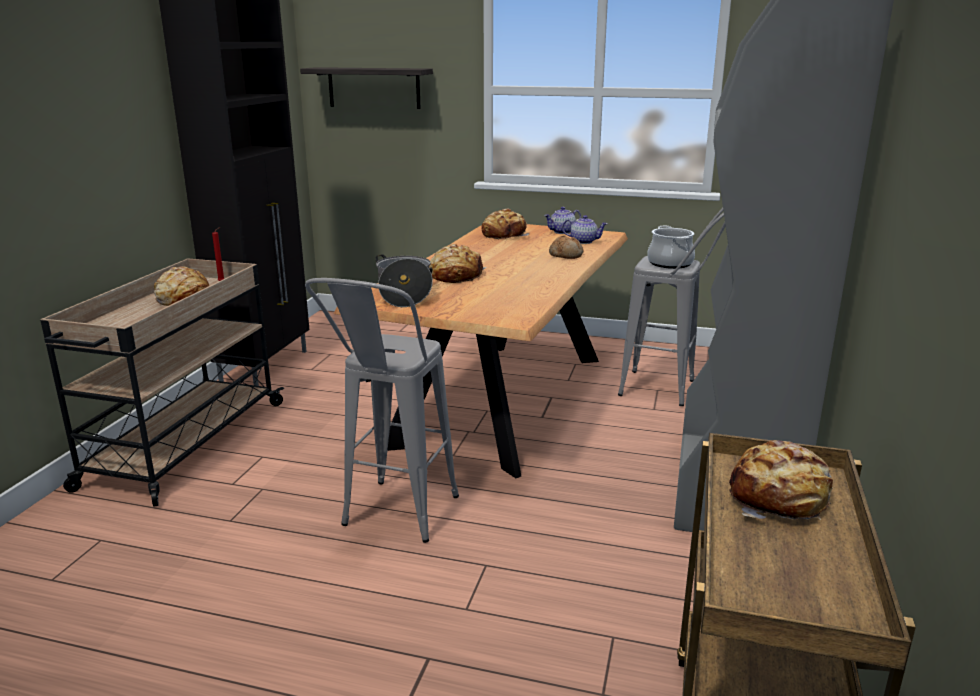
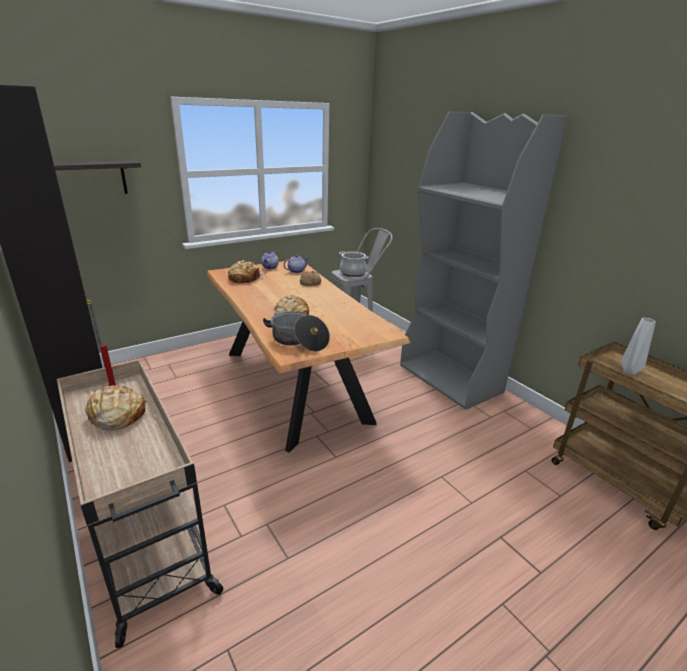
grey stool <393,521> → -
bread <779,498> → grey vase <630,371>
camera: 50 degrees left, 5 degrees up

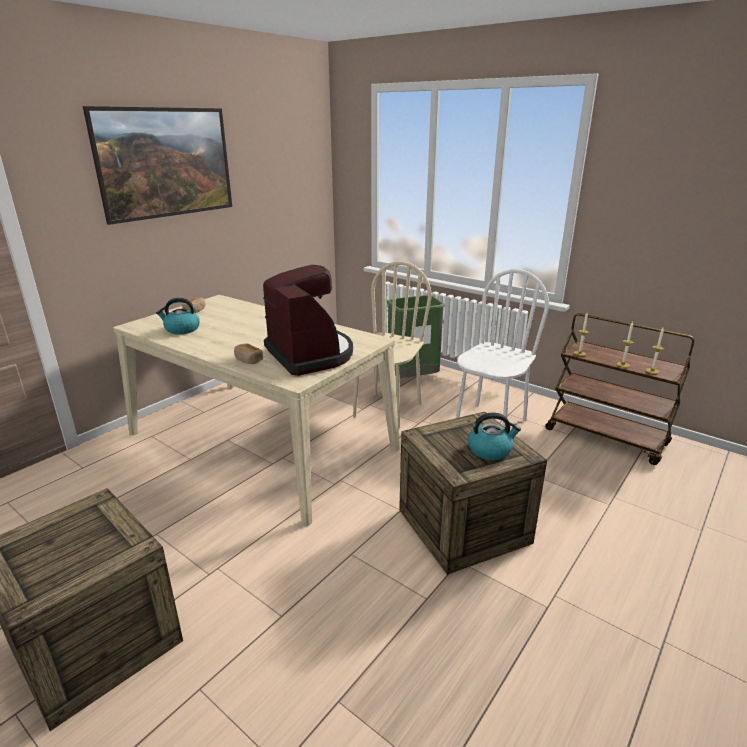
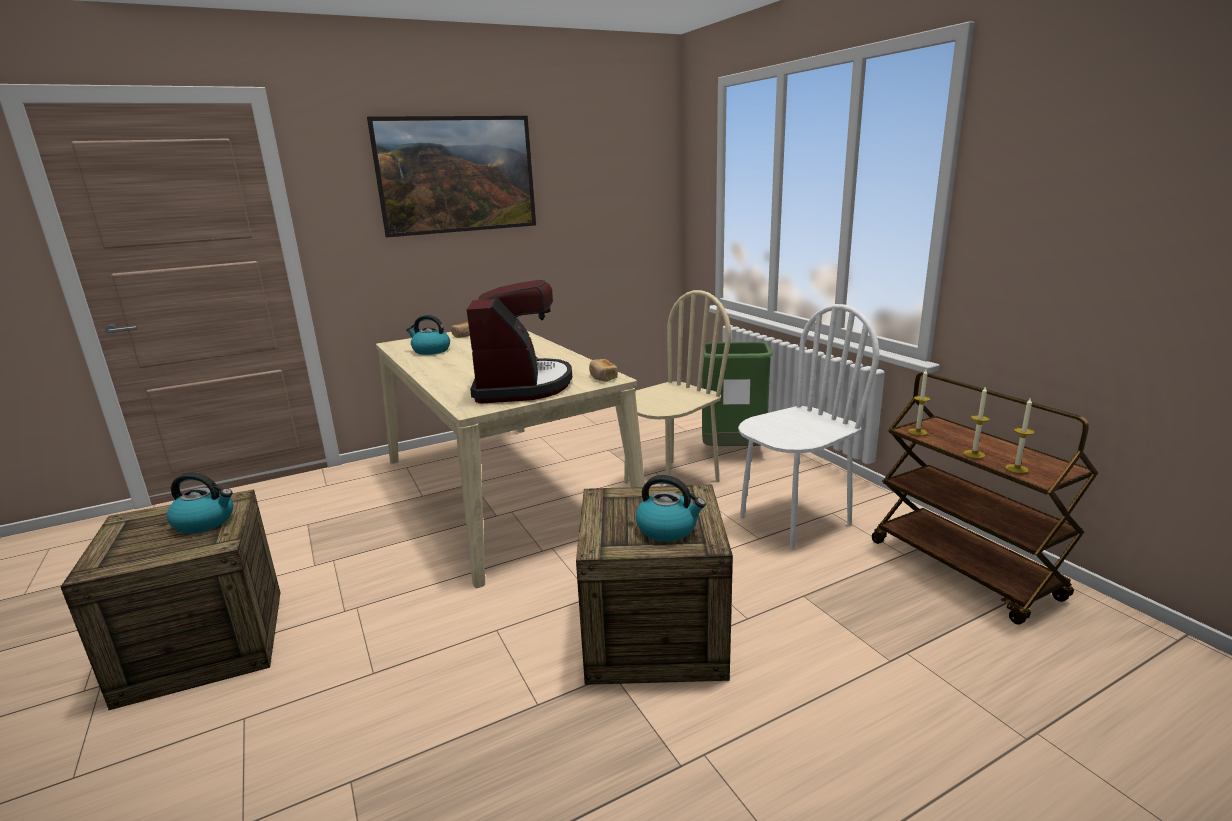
bread <248,360> → bread <602,377>, shifted
- → kettle <205,522>
camera: 25 degrees right, 5 degrees down

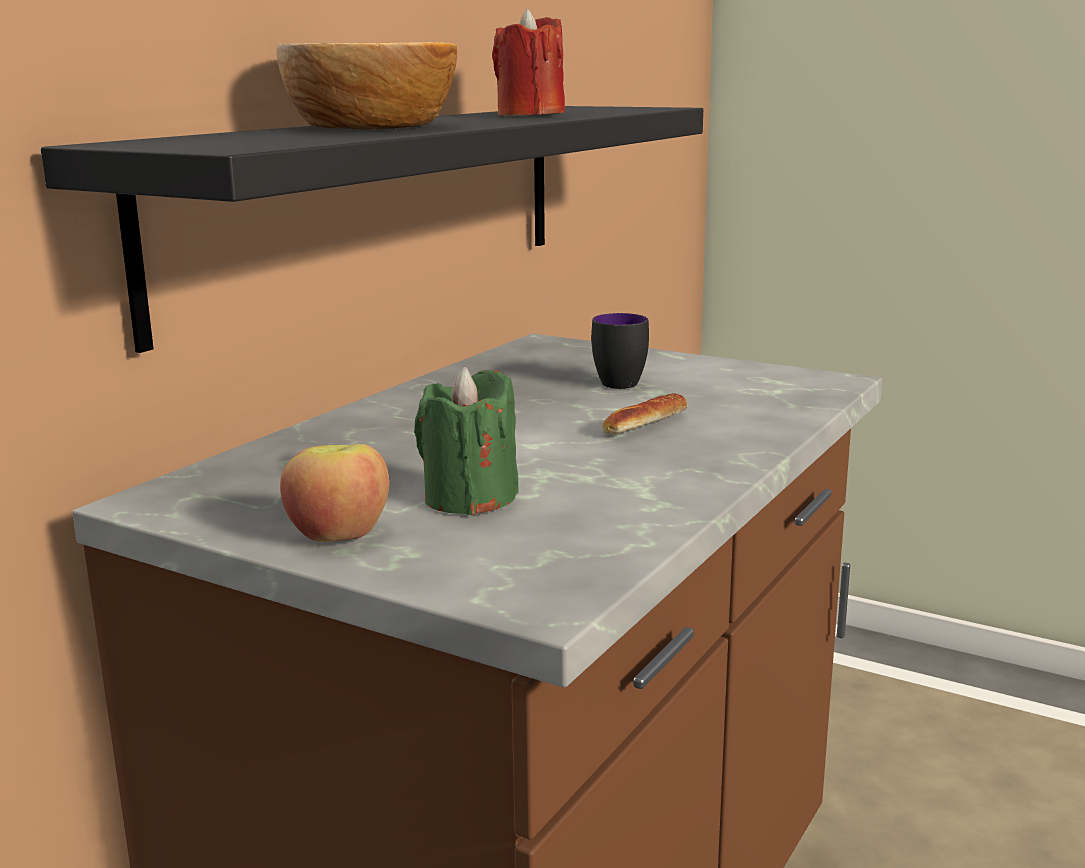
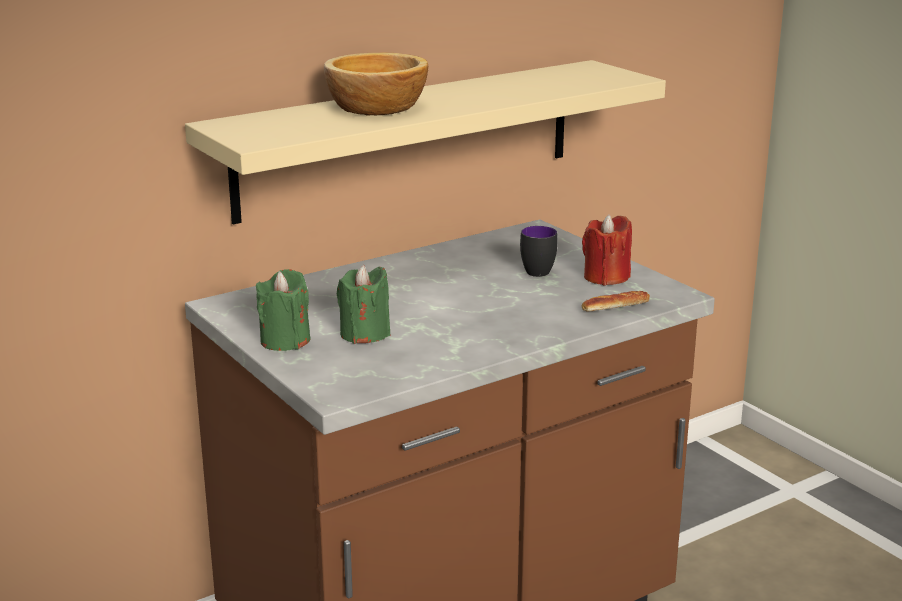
red candle <530,114> → red candle <606,277>, shifted
black shelf <378,205> → beige shelf <408,138>
bread <645,424> → bread <615,307>, shifted
apple <338,534> → green candle <285,340>
camera: 25 degrees right, 5 degrees up

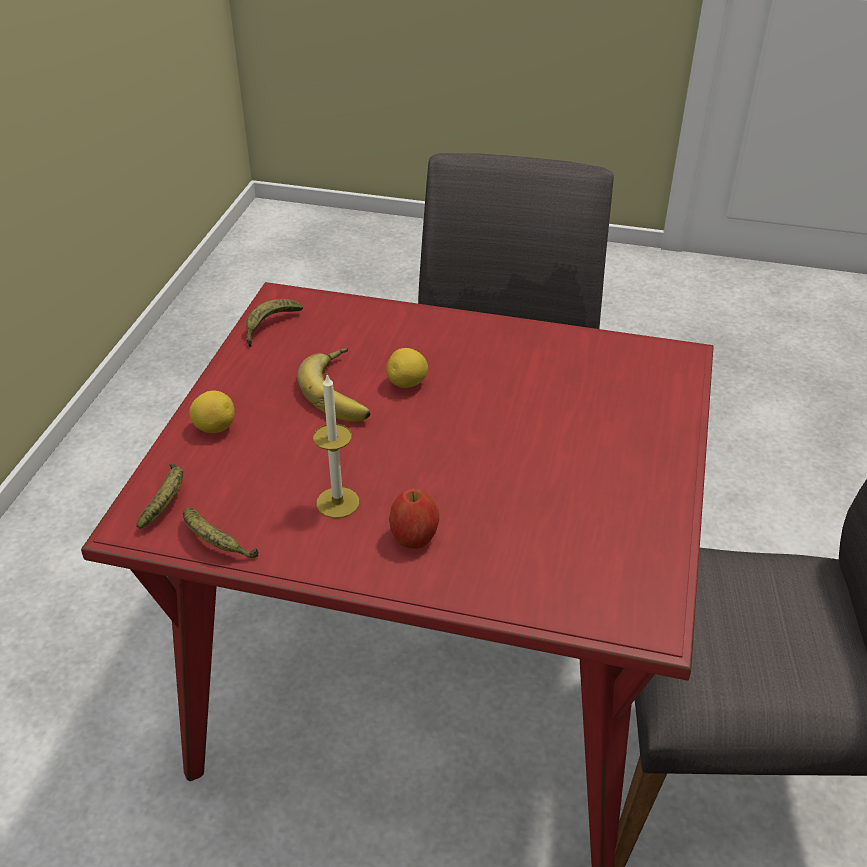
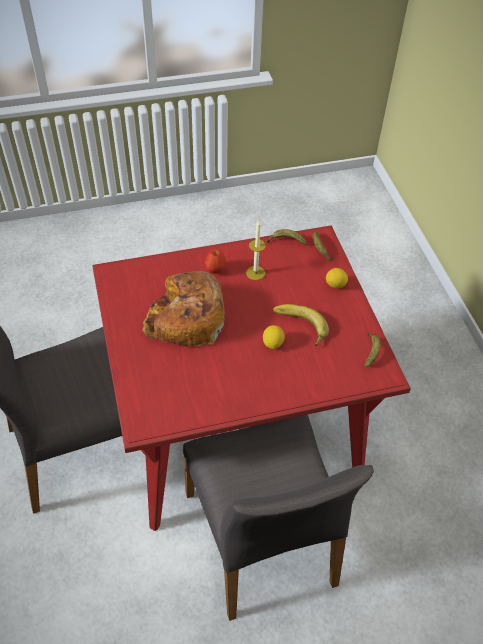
- → bread <185,319>
camera: 150 degrees right, 10 degrees up

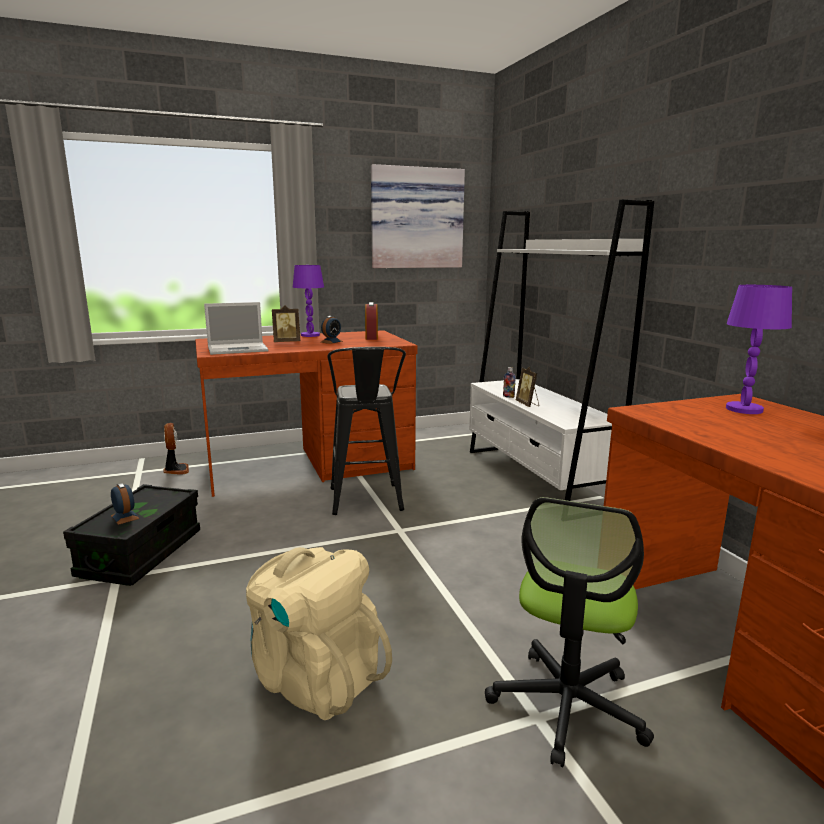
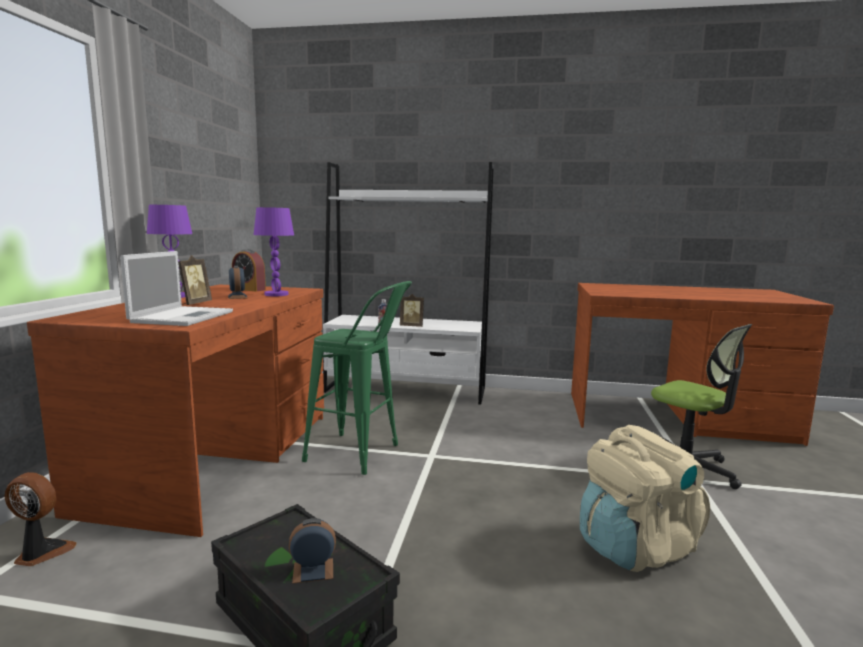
picture <416,218> → -
purple table lamp <743,409> → purple table lamp <276,294>, shifted
black stool <366,503> → green stool <361,455>
camera: 60 degrees left, 5 degrees down

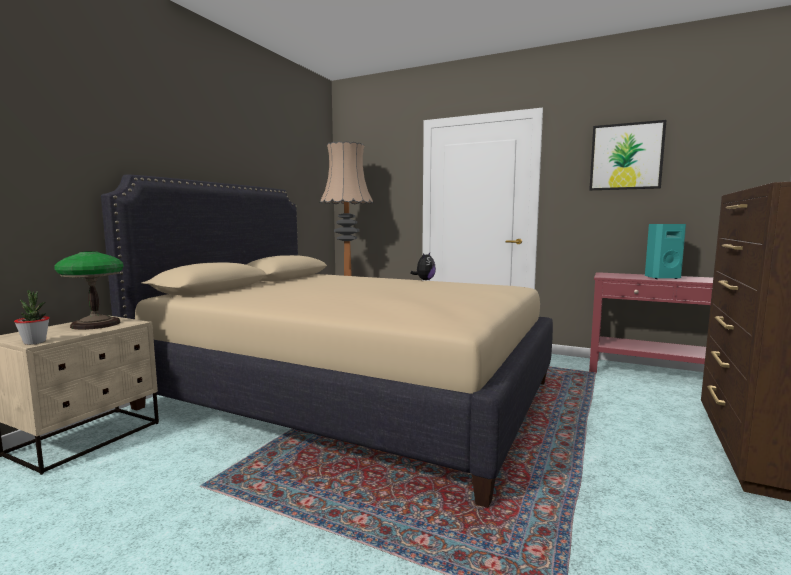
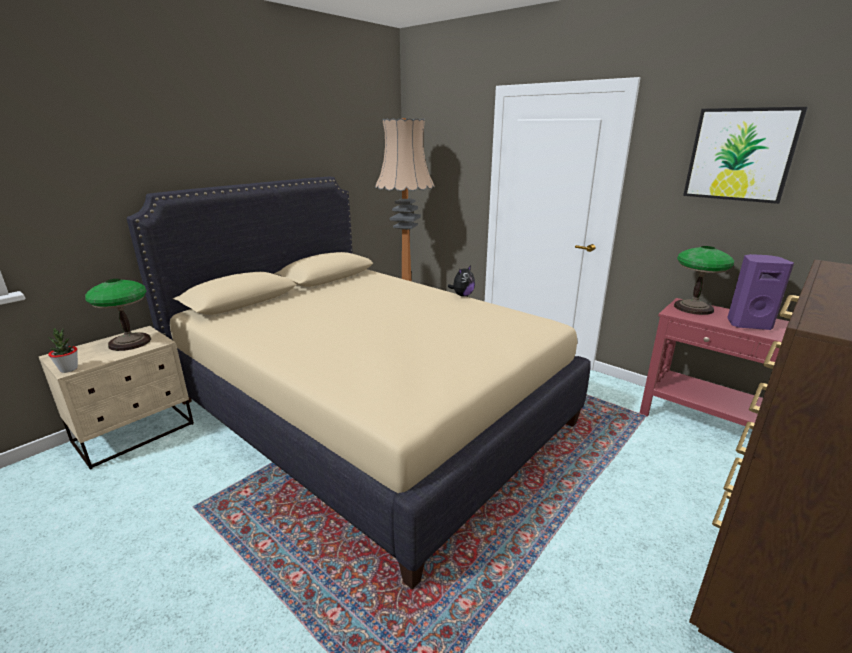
turquoise speaker <661,278> → purple speaker <747,324>
- → table lamp <693,308>
camera: 15 degrees right, 15 degrees up

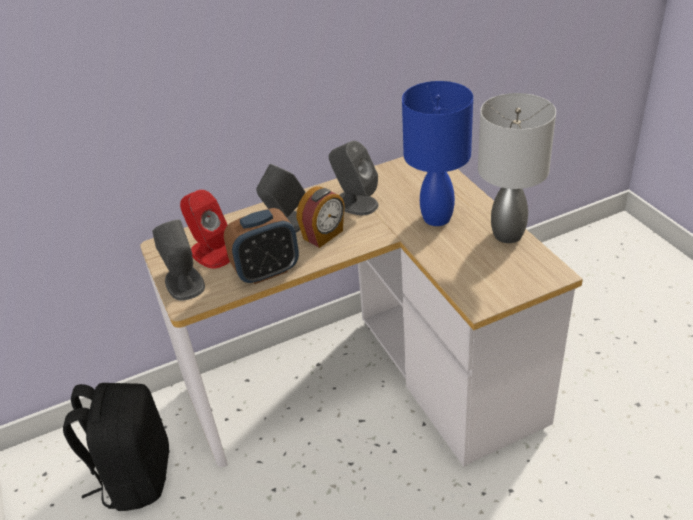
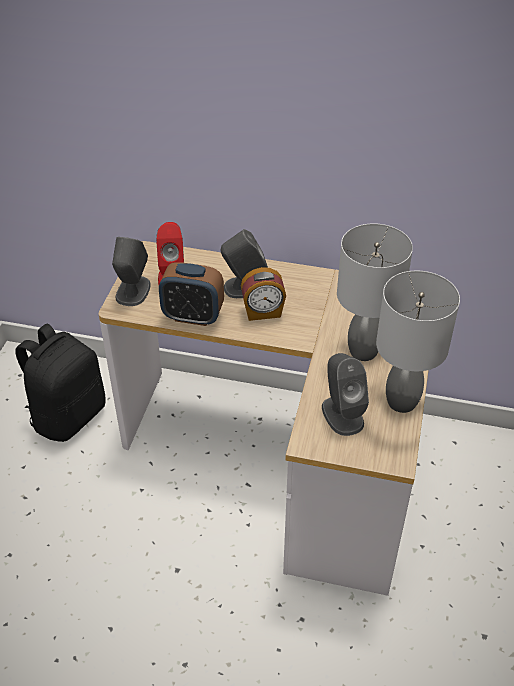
blue table lamp <438,218> → grey table lamp <363,352>
grey speaker <355,203> → grey speaker <342,414>, shifted
camera: 35 degrees right, 5 degrees up

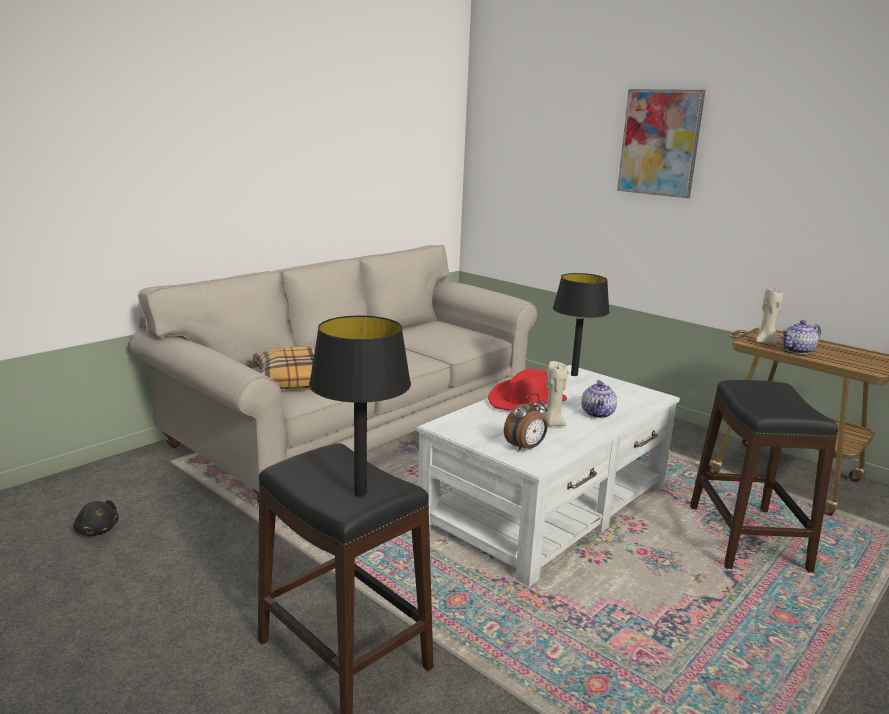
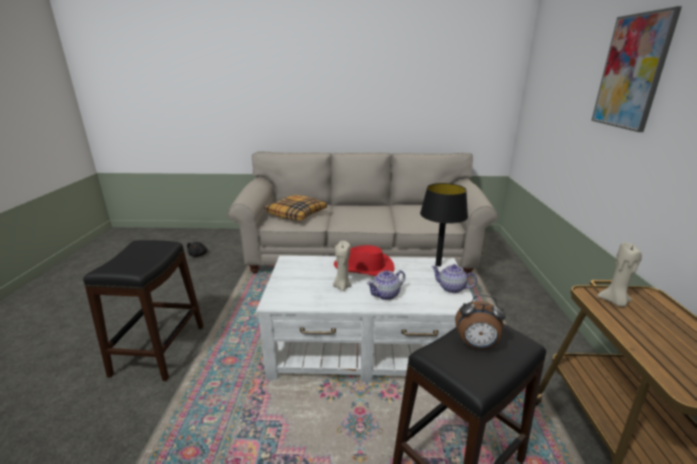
black table lamp <361,493> → -
teapot <797,351> → teapot <451,288>, shifted
alarm clock <526,448> → alarm clock <476,345>, shifted
camera: 50 degrees right, 5 degrees up

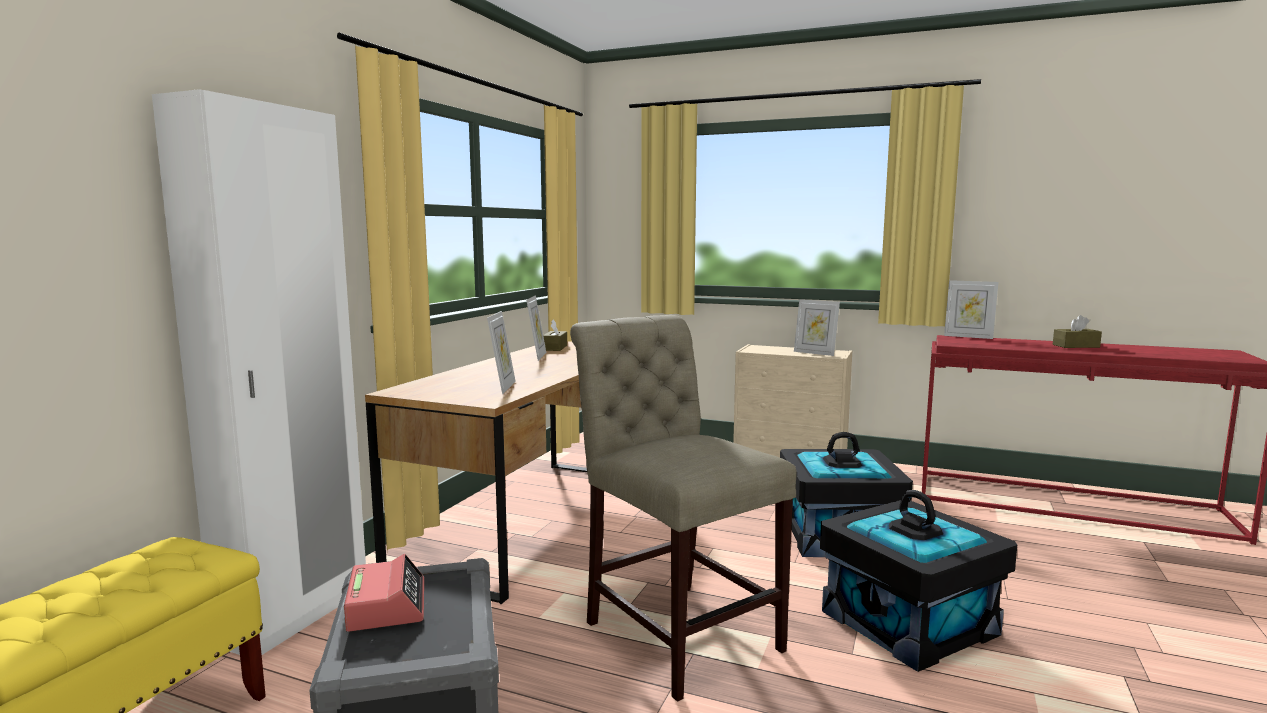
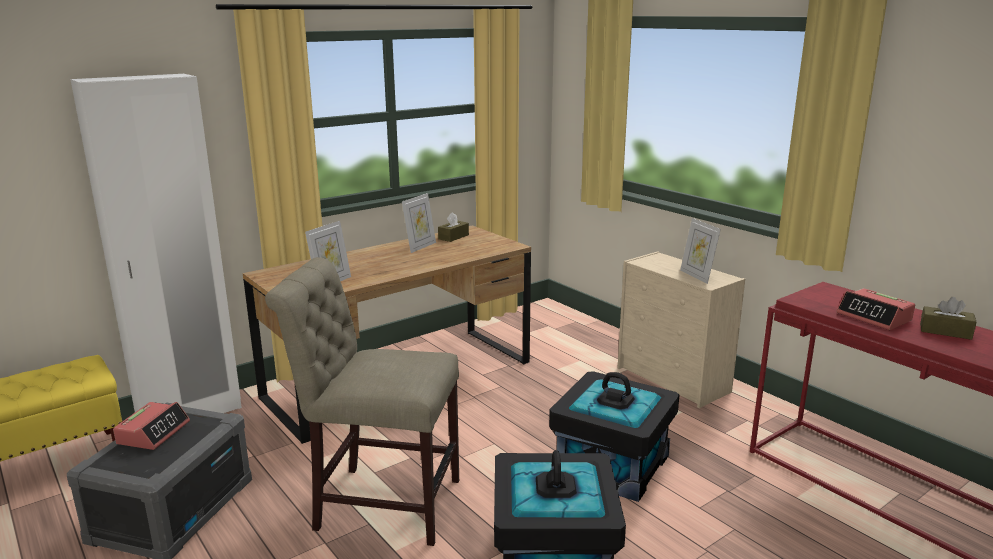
picture frame <968,336> → -
beige chair <676,630> → beige chair <380,502>, 75 degrees counterclockwise
- → alarm clock <874,317>
camera: 30 degrees right, 10 degrees up

